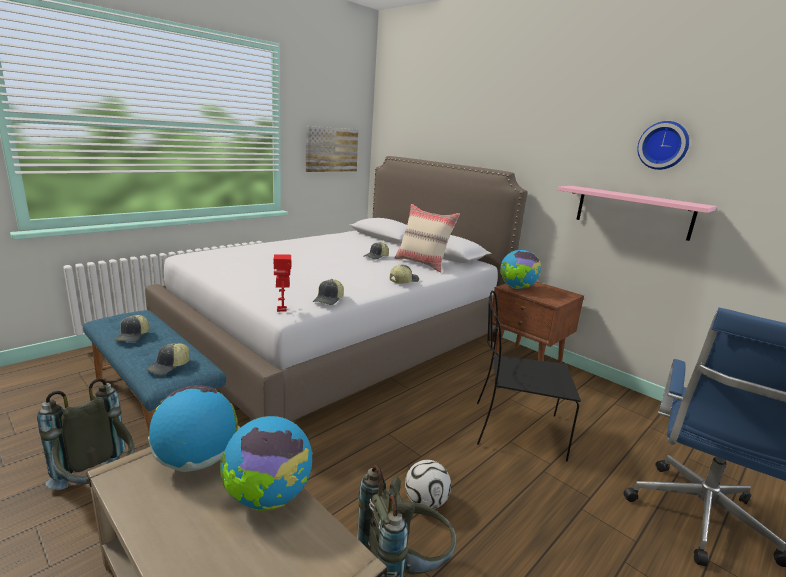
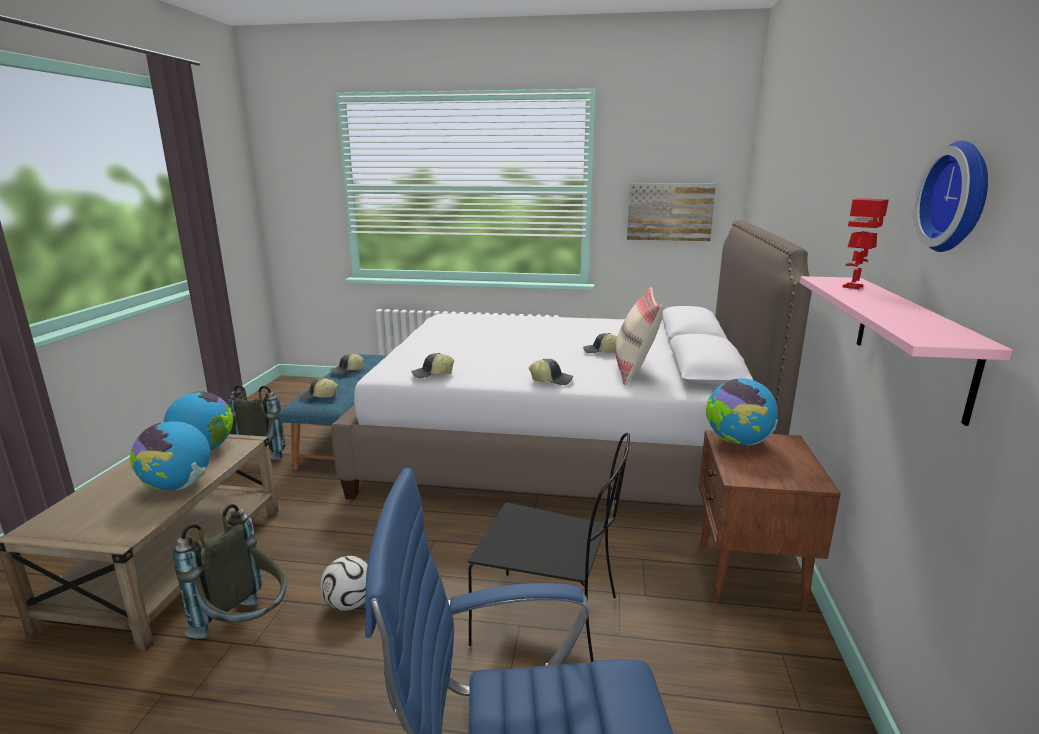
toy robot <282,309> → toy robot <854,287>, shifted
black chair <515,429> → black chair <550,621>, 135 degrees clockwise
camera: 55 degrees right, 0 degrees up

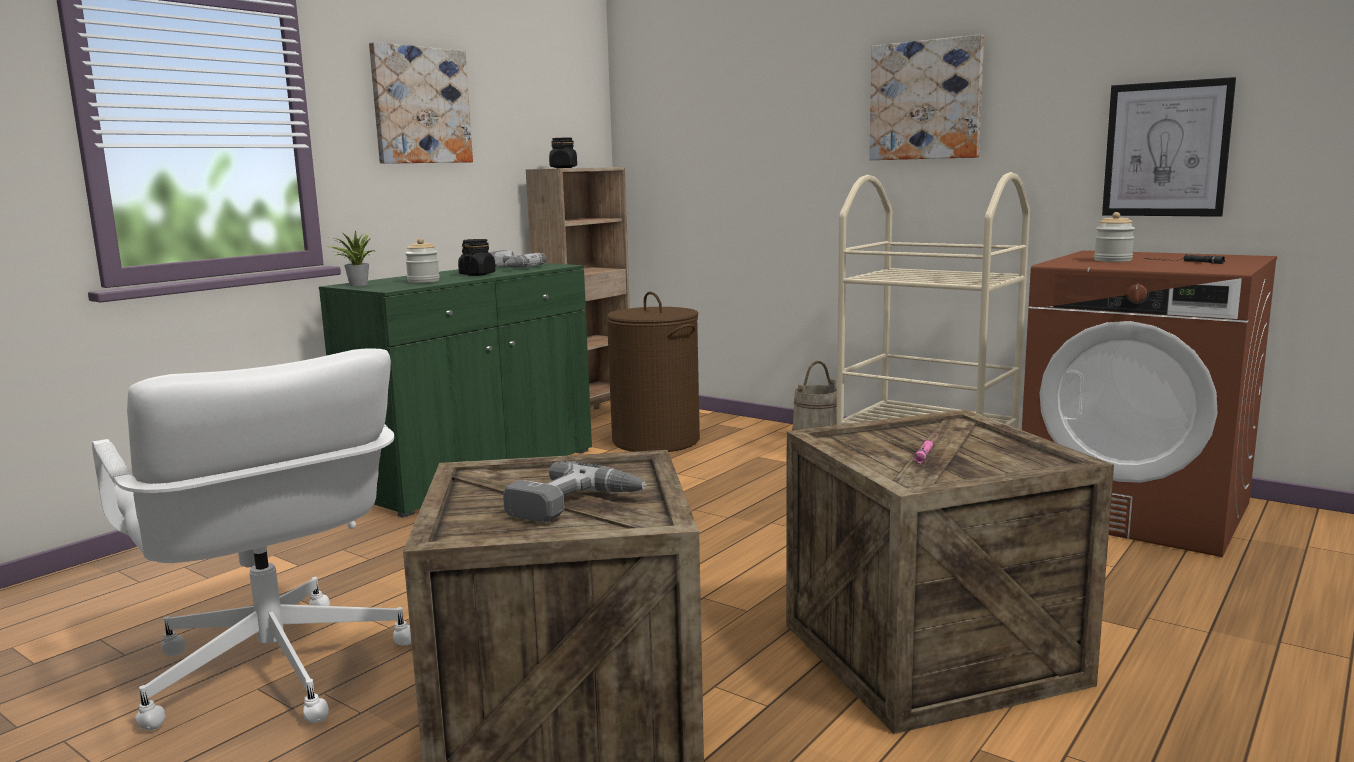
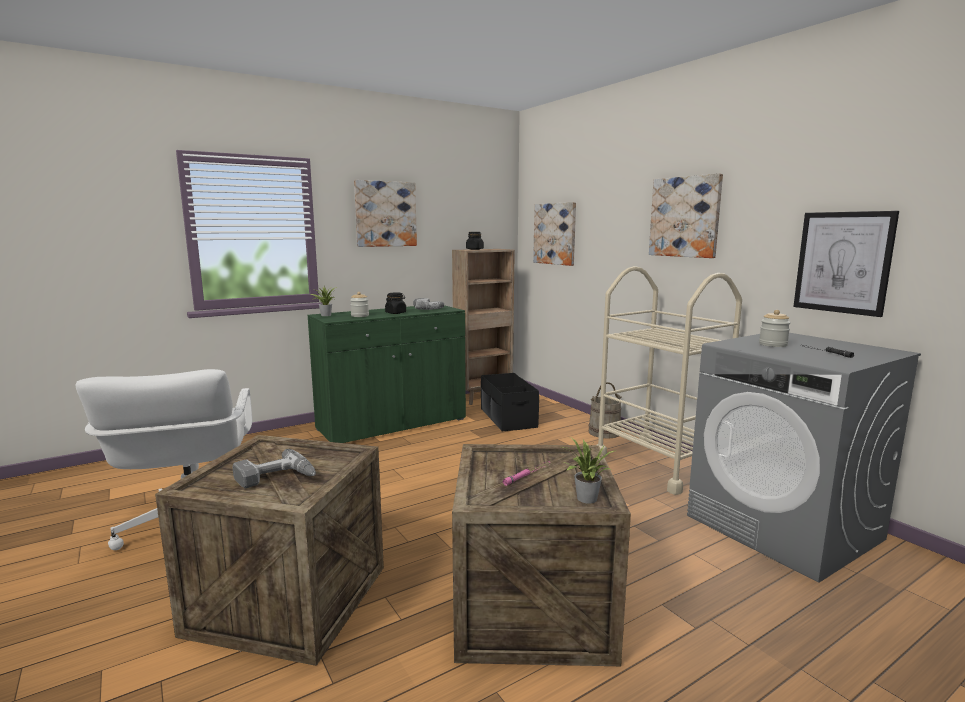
brown washing machine <1136,510> → grey washing machine <784,527>
brown laundry basket <656,440> → black storage box <507,418>
- → picture <555,234>
- → potted plant <585,499>
camera: 20 degrees right, 0 degrees up

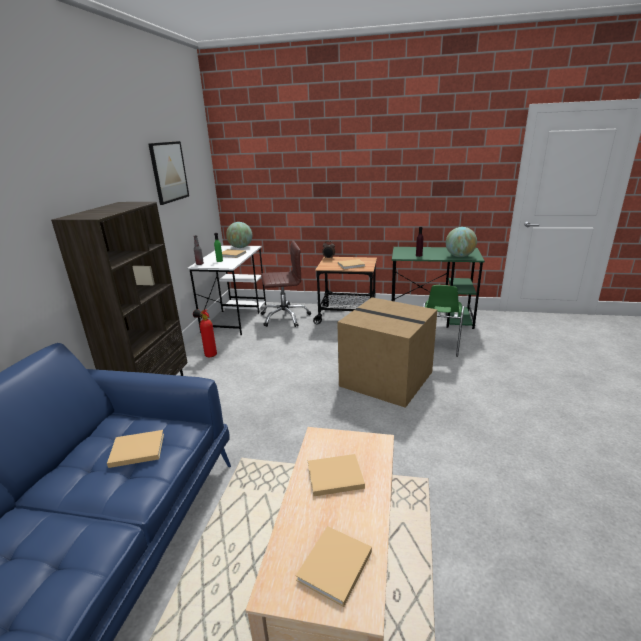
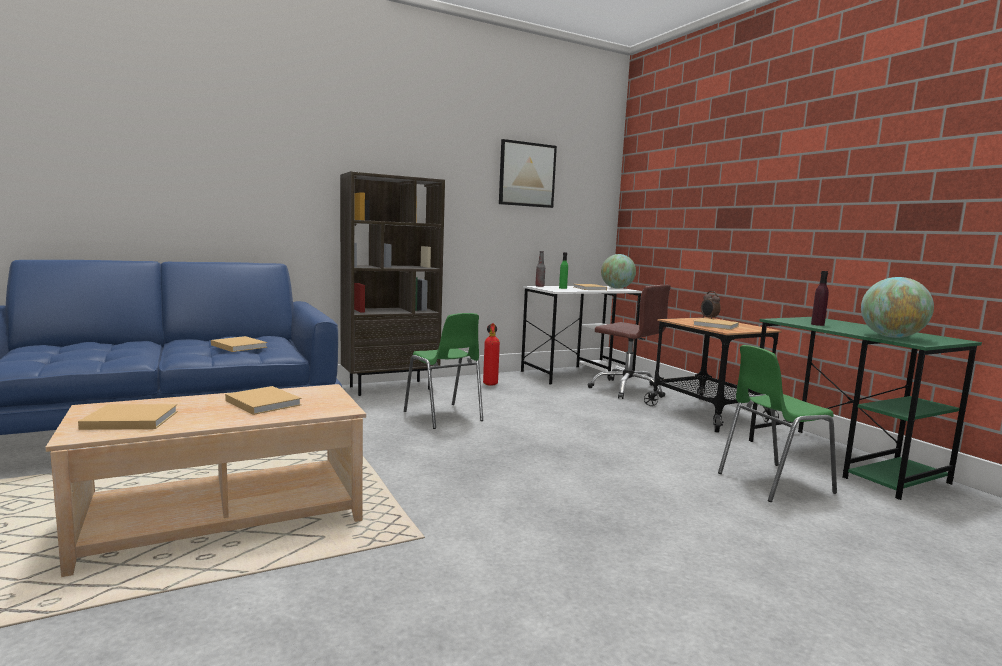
cardboard box <388,378> → -
- → green chair <444,417>
camera: 50 degrees right, 15 degrees down

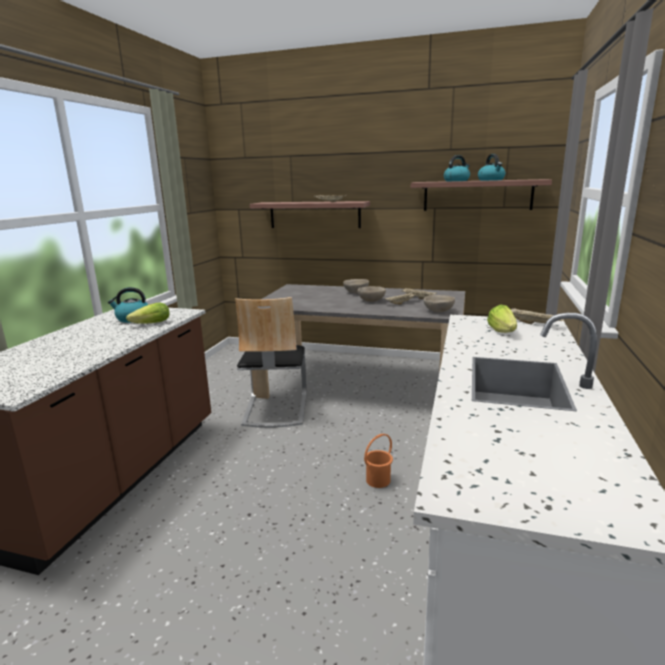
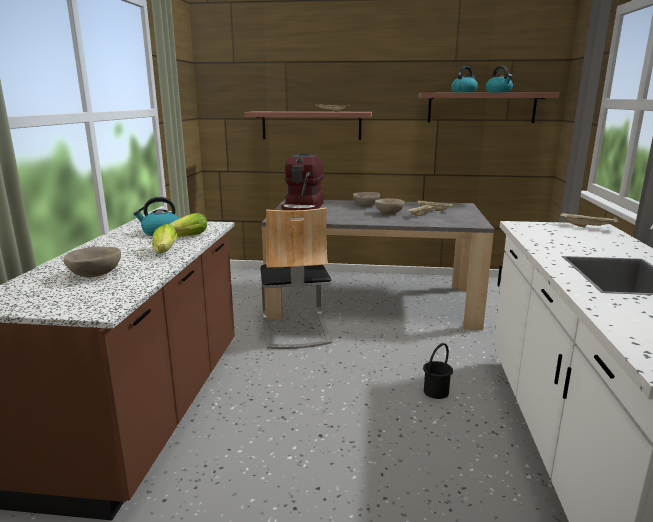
beige bowl <438,311> → beige bowl <96,274>, shifted
lettuce <503,331> → lettuce <165,252>, shifted
orange bucket <378,480> → black bucket <436,392>
- → coffee machine <303,208>
camera: 10 degrees left, 0 degrees up

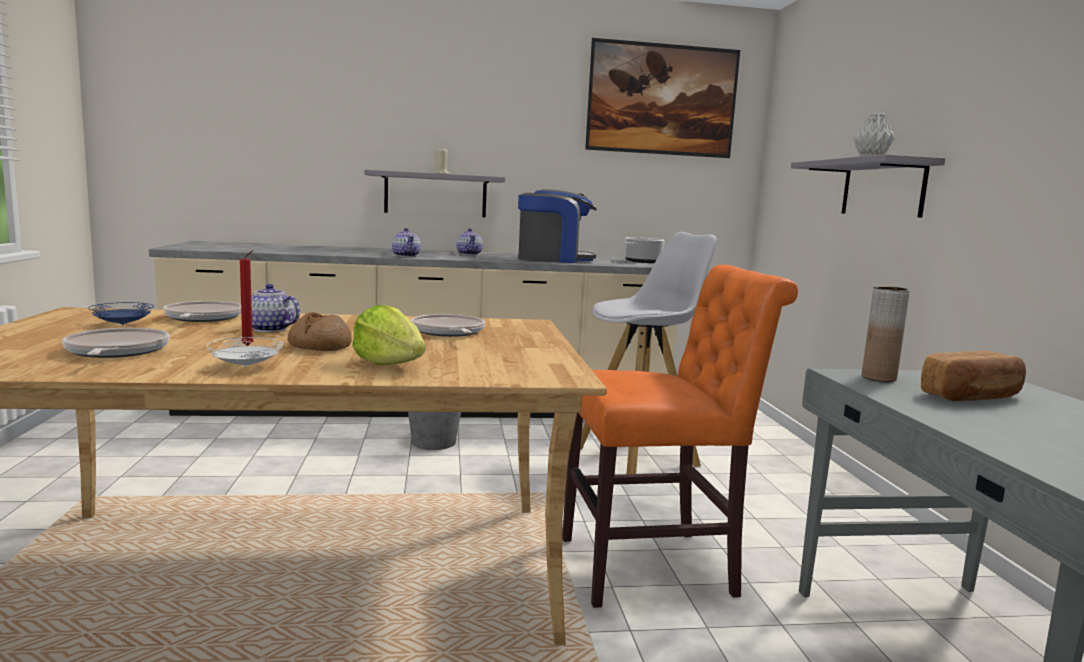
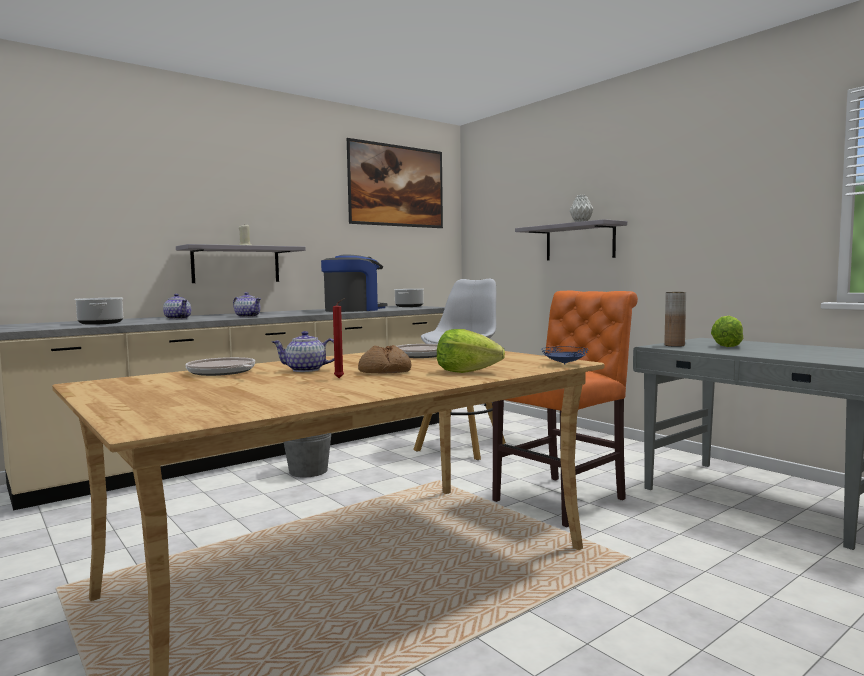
teapot <469,254> → teapot <178,318>, shifted
blue plate <122,325> → blue plate <564,364>, shifted
frying pan <116,351> → -
white plate <246,367> → -
bread <973,396> → lettuce <727,346>
- → cooking pot <101,323>
camera: 30 degrees left, 5 degrees down

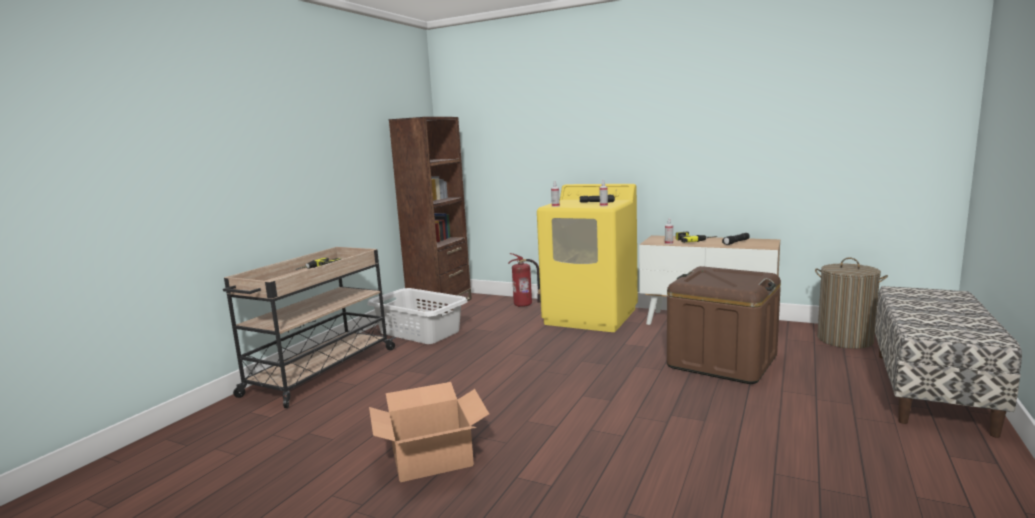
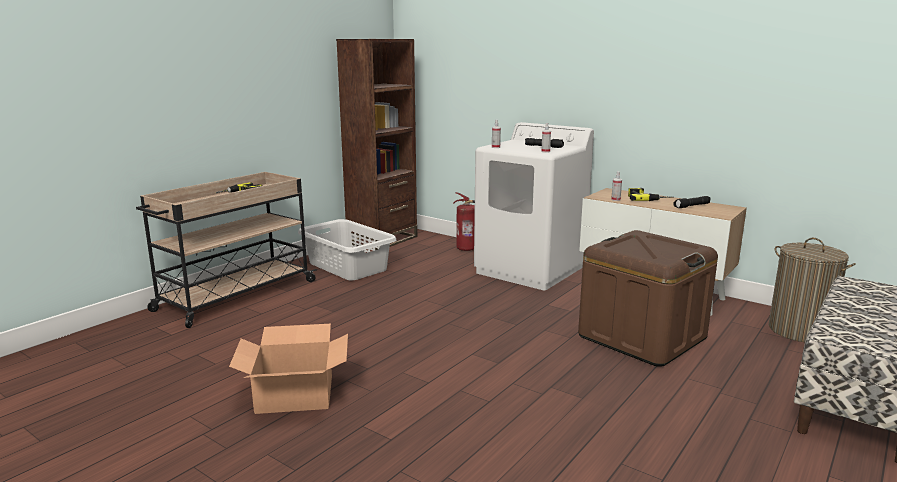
yellow washing machine <591,316> → white washing machine <530,270>
camera: 10 degrees right, 5 degrees up

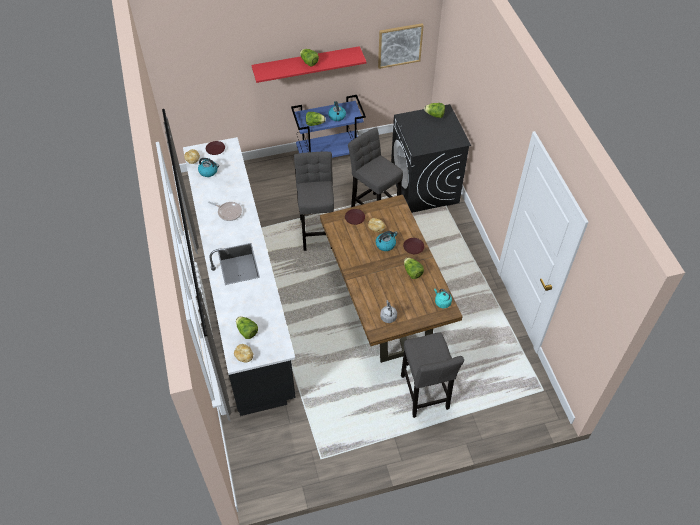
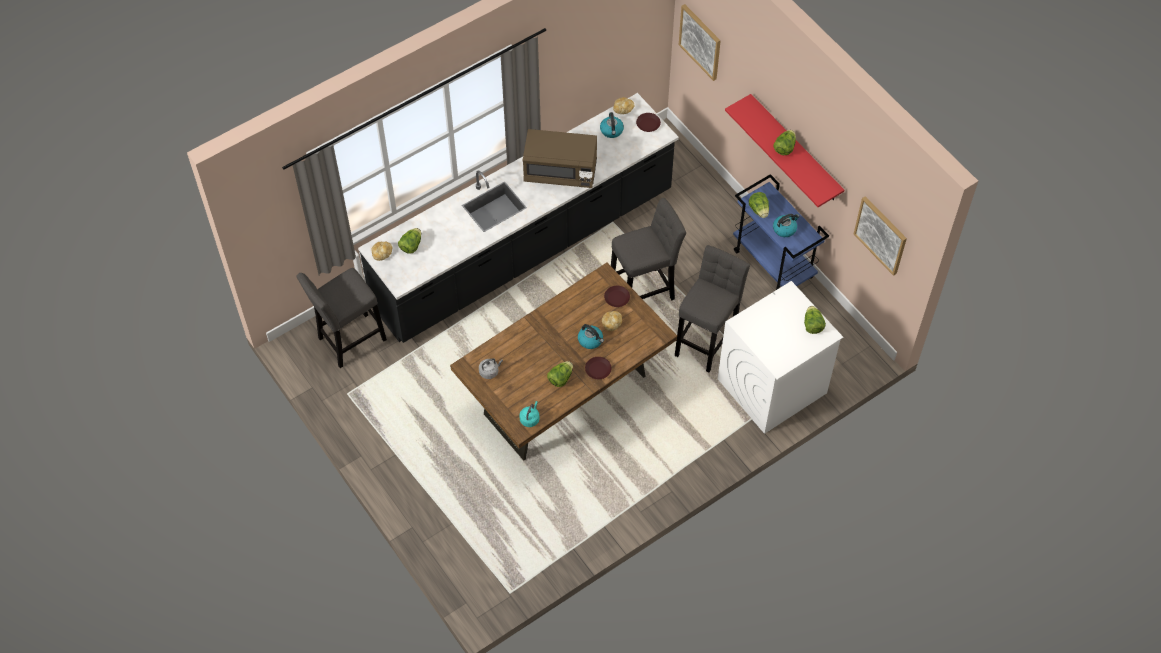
black washing machine <424,188> → white washing machine <771,387>
frying pan <228,212> → brown microwave <560,171>
grey stool <424,395> → grey stool <349,341>, shifted
- → picture <700,41>
camera: 70 degrees right, 5 degrees up

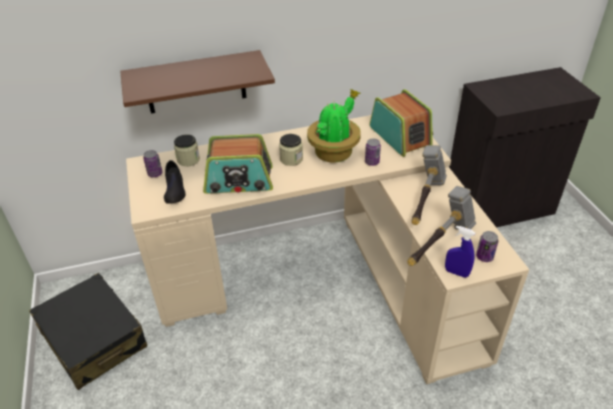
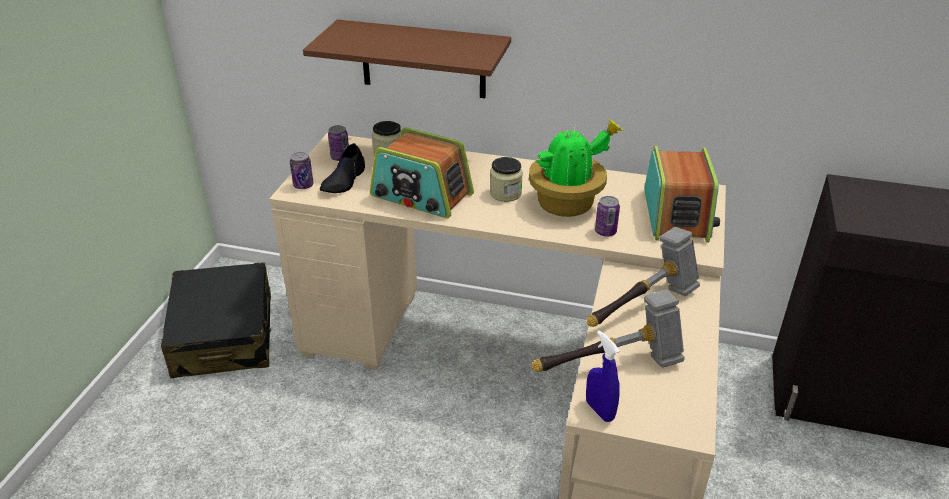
can <484,257> → can <303,185>, shifted
camera: 30 degrees right, 5 degrees down

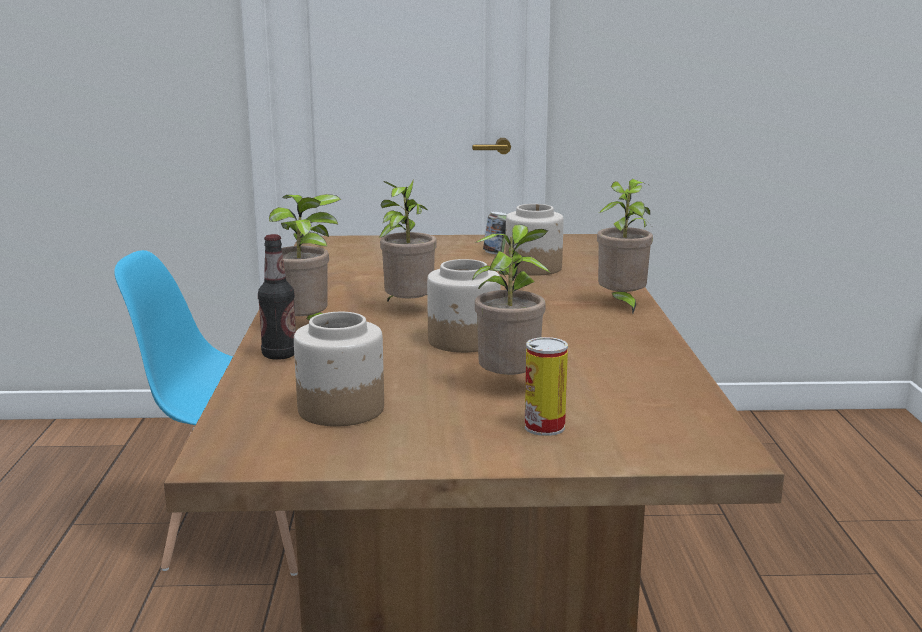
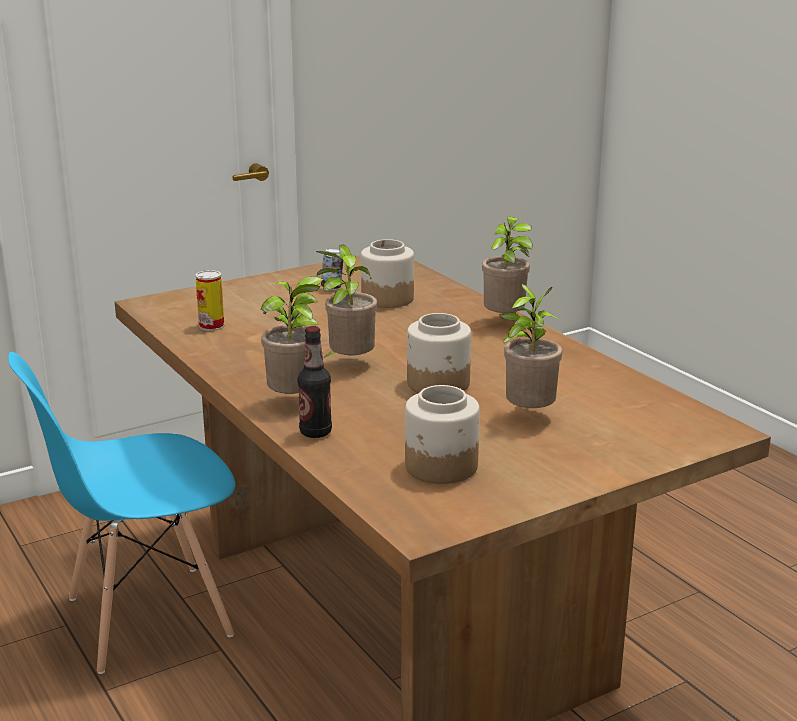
can <544,427> → can <211,326>, shifted
camera: 30 degrees left, 5 degrees up

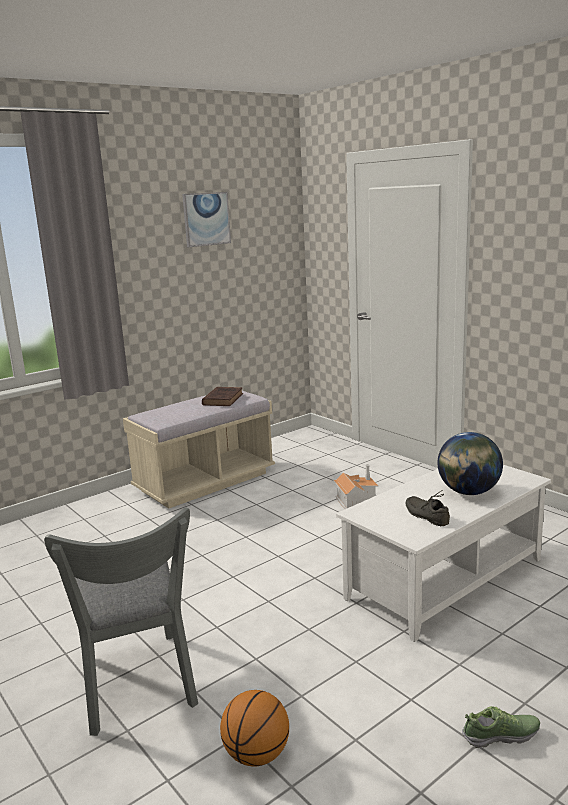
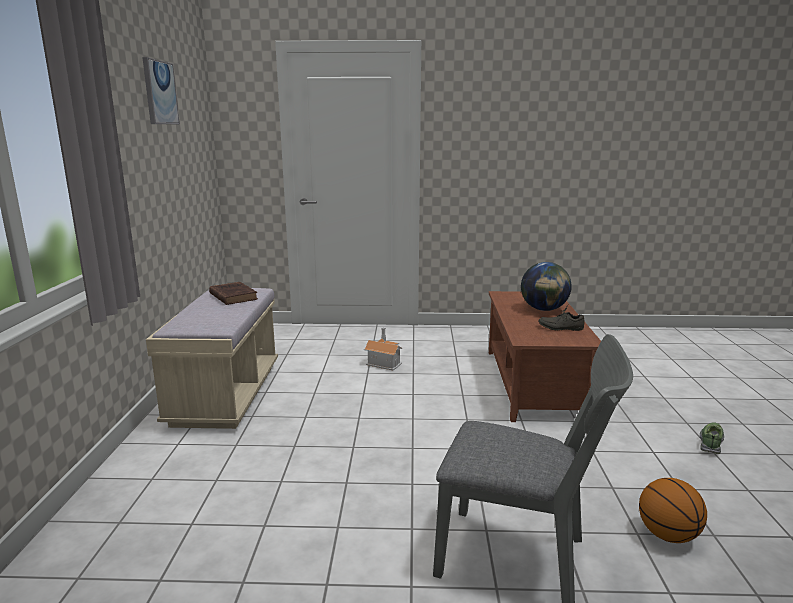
white coffee table <446,579> → brown coffee table <535,383>
camera: 50 degrees left, 0 degrees up

